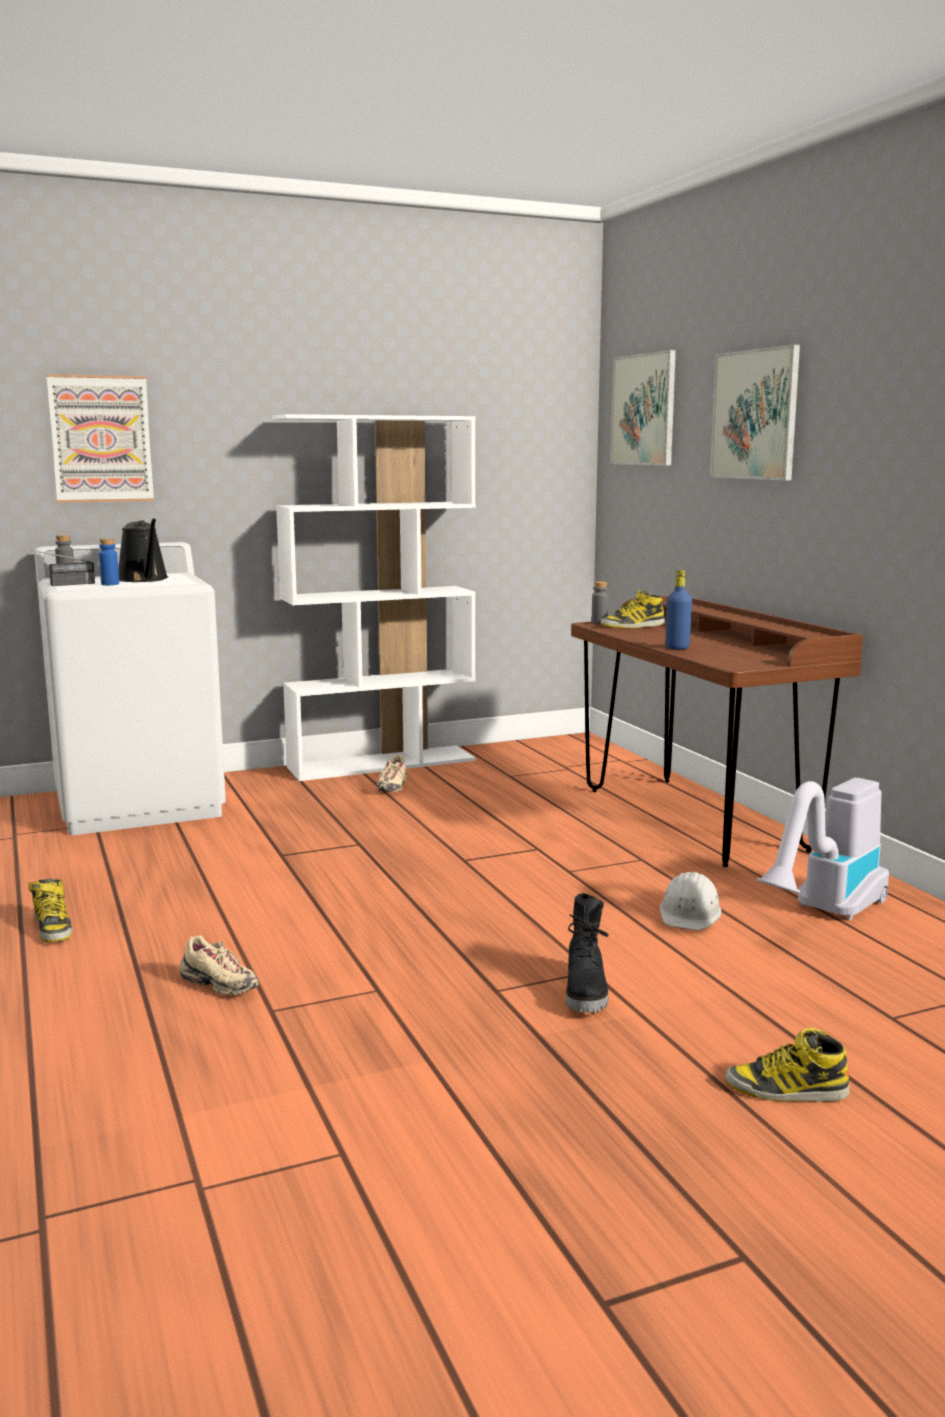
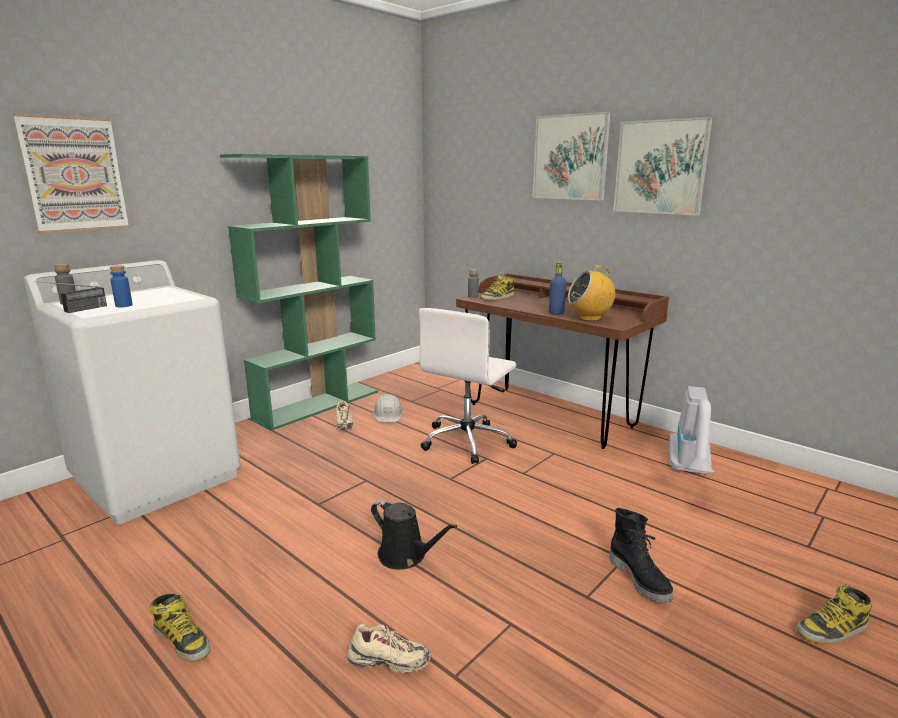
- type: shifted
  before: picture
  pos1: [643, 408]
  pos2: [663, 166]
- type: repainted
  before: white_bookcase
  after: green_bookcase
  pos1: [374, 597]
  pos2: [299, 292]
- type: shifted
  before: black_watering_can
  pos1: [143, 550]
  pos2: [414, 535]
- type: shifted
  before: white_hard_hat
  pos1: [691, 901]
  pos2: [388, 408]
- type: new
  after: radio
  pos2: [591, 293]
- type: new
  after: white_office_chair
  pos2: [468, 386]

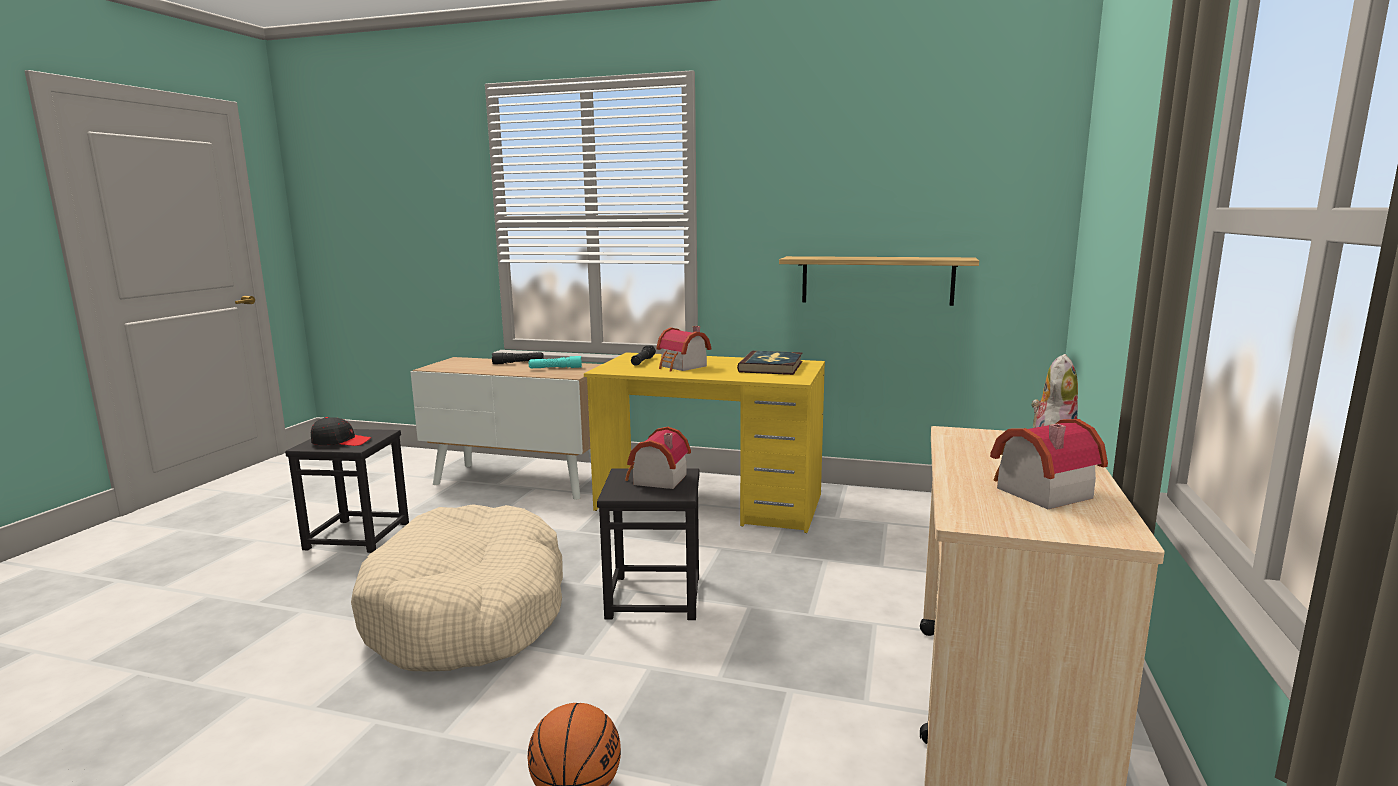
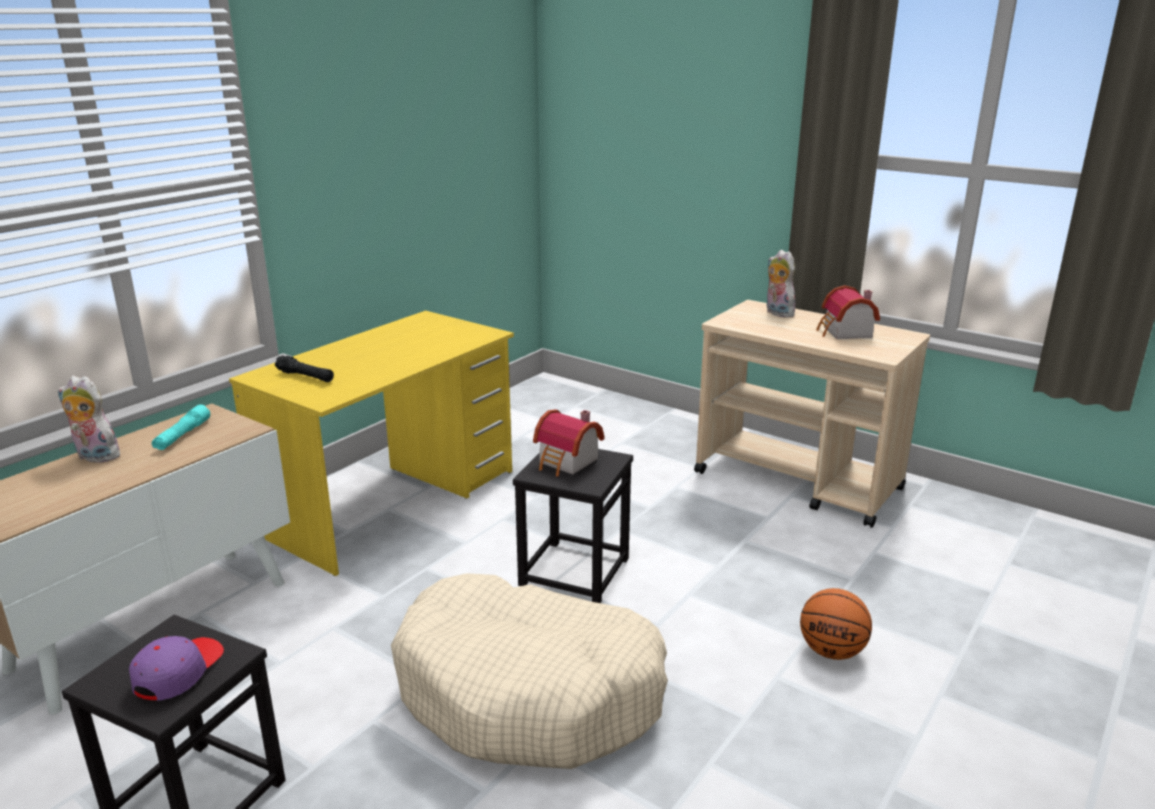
- type: gone
  before: shelf
  pos1: [879, 281]
- type: gone
  before: toy_house
  pos1: [683, 349]
- type: gone
  before: book
  pos1: [770, 363]
- type: swapped
  before: black_flashlight
  after: plush_toy
  pos1: [518, 358]
  pos2: [90, 419]
- type: repainted
  before: black_cap
  after: purple_cap
  pos1: [341, 431]
  pos2: [176, 668]

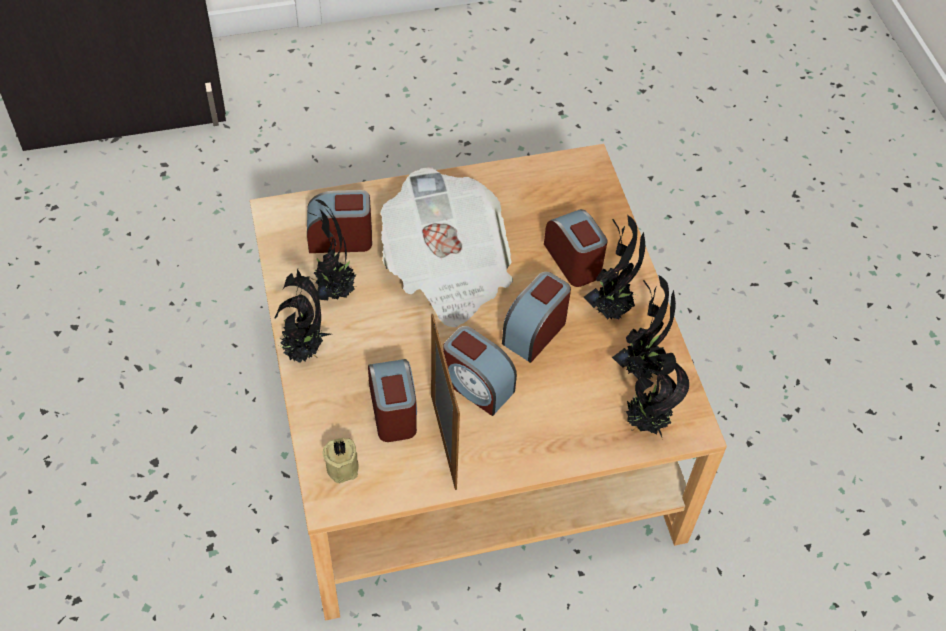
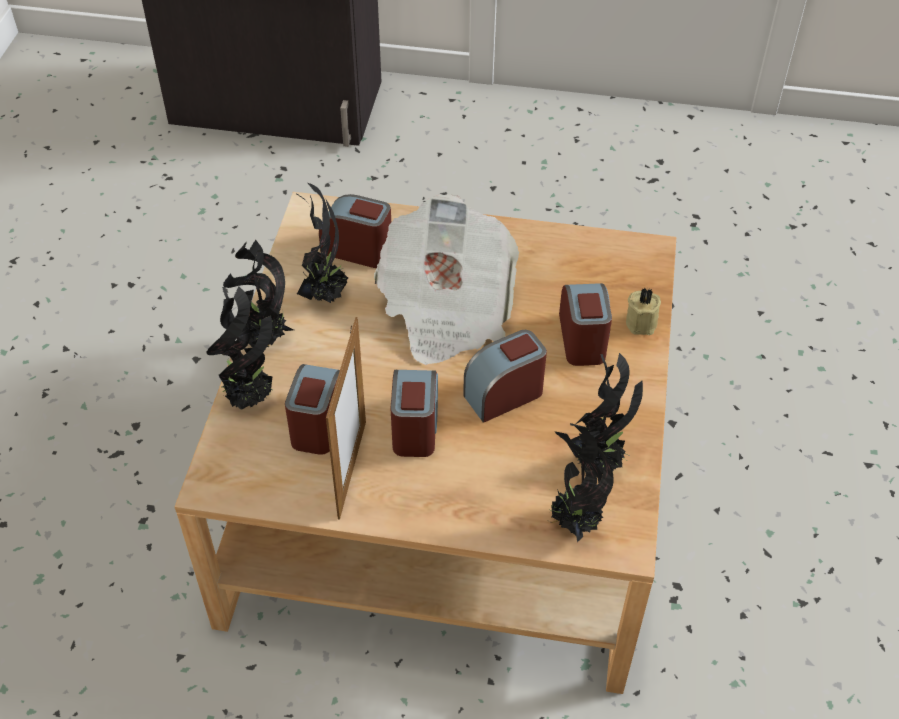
- type: shifted
  before: potted_plant
  pos1: [614, 267]
  pos2: [240, 348]
- type: rotated
  before: alarm_clock
  pos1: [480, 371]
  pos2: [414, 413]
  turn: -150
- type: shifted
  before: beige_candle
  pos1: [341, 460]
  pos2: [643, 311]

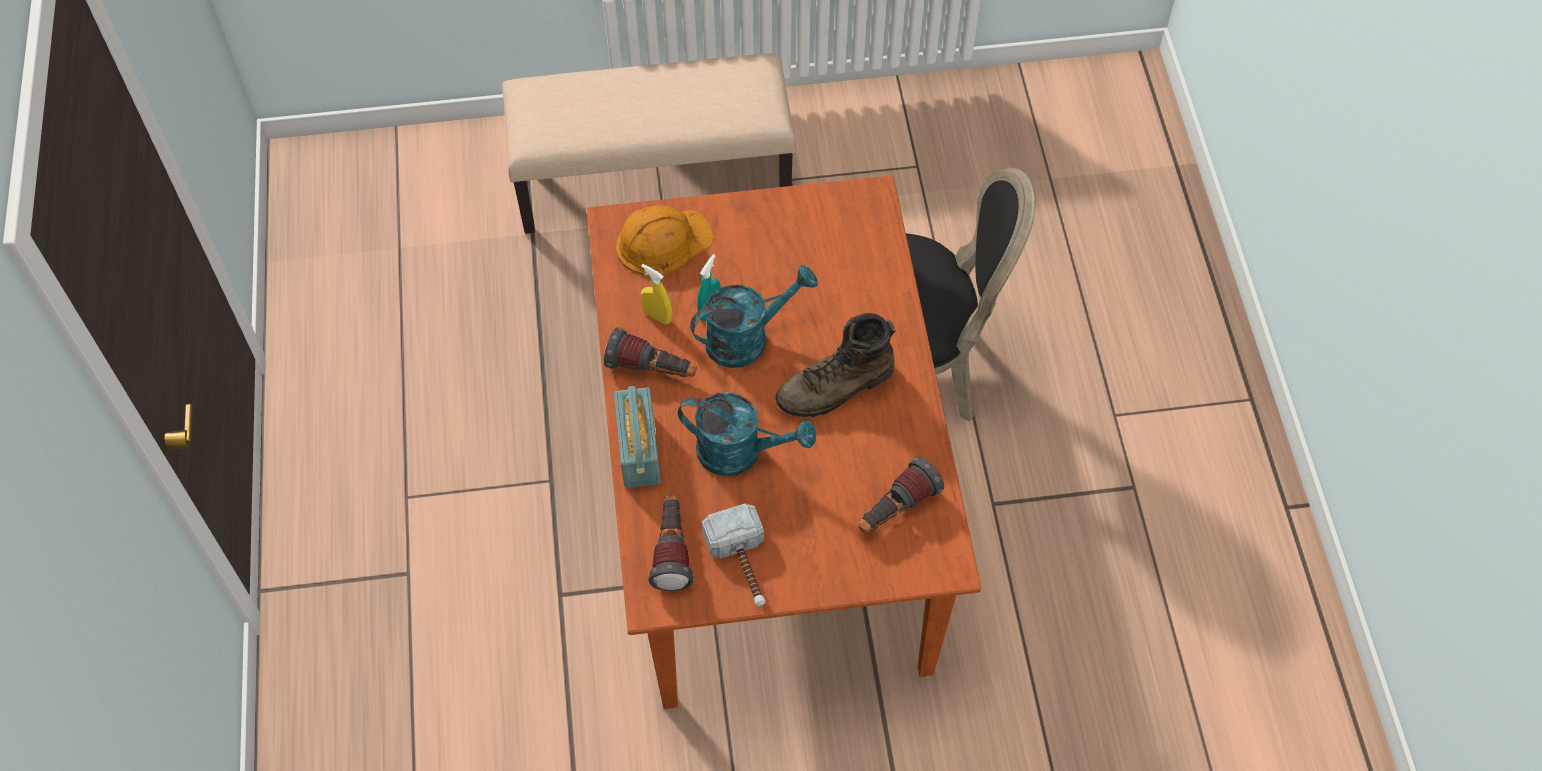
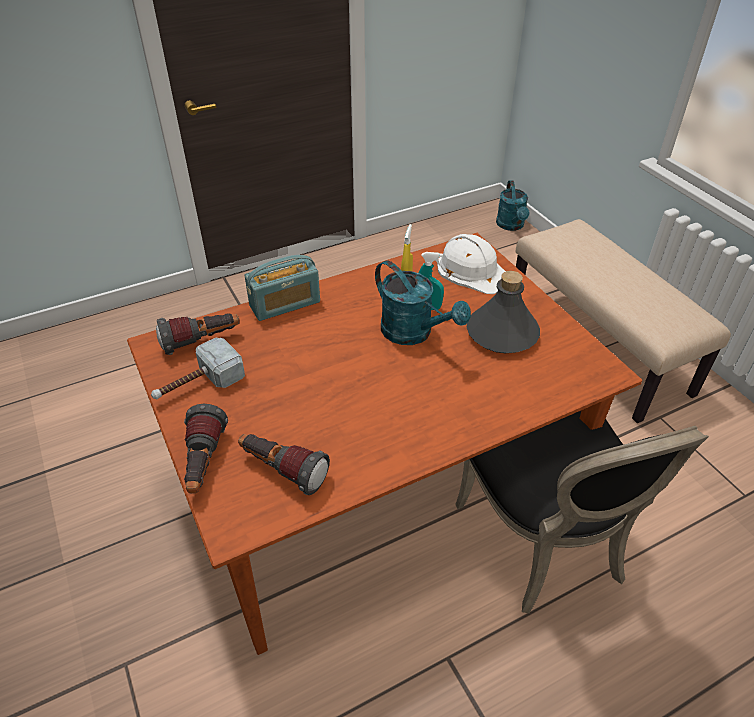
- type: repainted
  before: orange_hard_hat
  after: white_hard_hat
  pos1: [665, 241]
  pos2: [471, 264]
- type: gone
  before: brown_boot
  pos1: [835, 365]
- type: shifted
  before: flashlight
  pos1: [650, 352]
  pos2: [206, 448]
- type: shifted
  before: turquoise_watering_can
  pos1: [747, 434]
  pos2: [513, 205]
- type: new
  after: grey_bottle
  pos2: [503, 312]

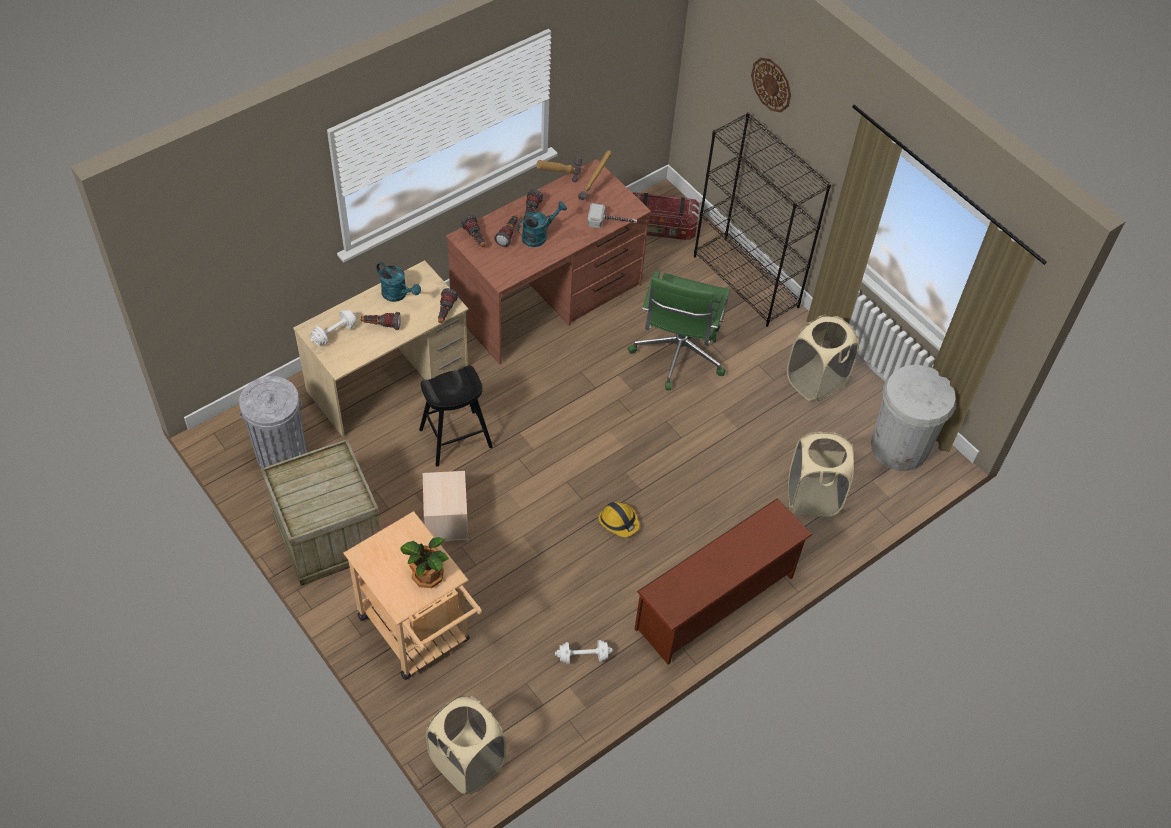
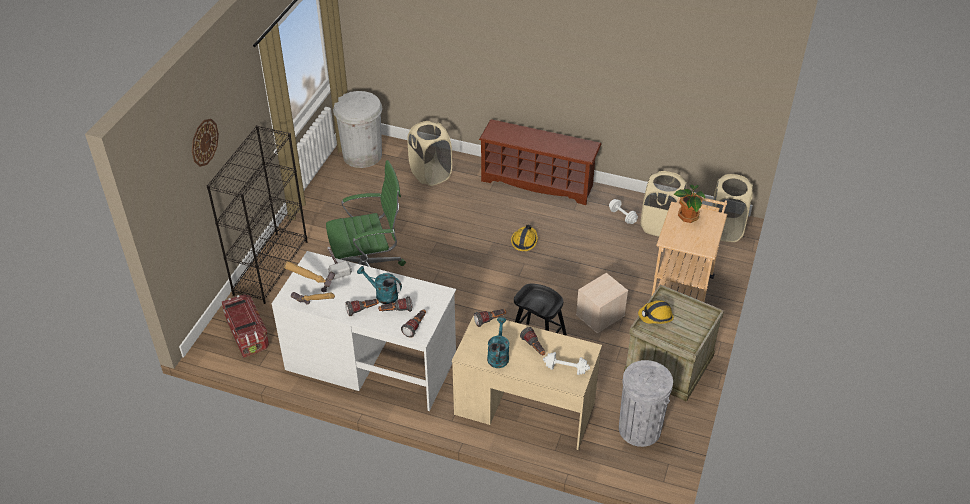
- type: repainted
  before: brown_desk
  after: white_desk
  pos1: [548, 262]
  pos2: [363, 331]
- type: shifted
  before: beige_laundry_basket
  pos1: [823, 358]
  pos2: [663, 204]
- type: new
  after: hard_hat
  pos2: [656, 312]

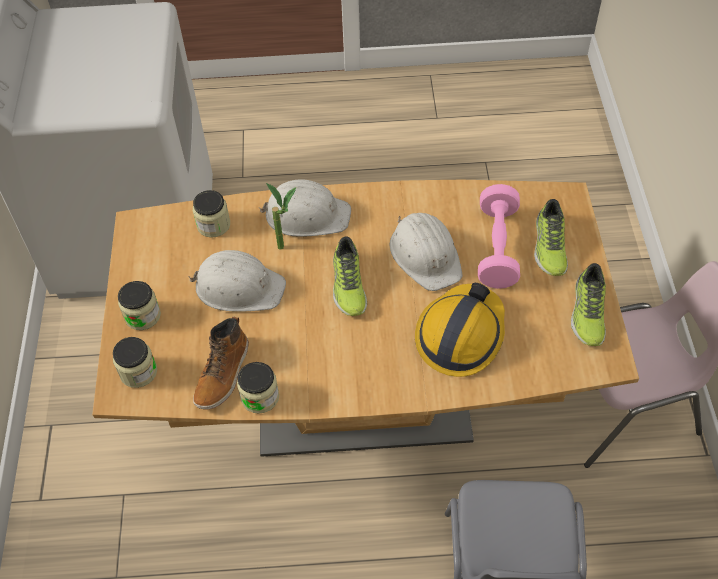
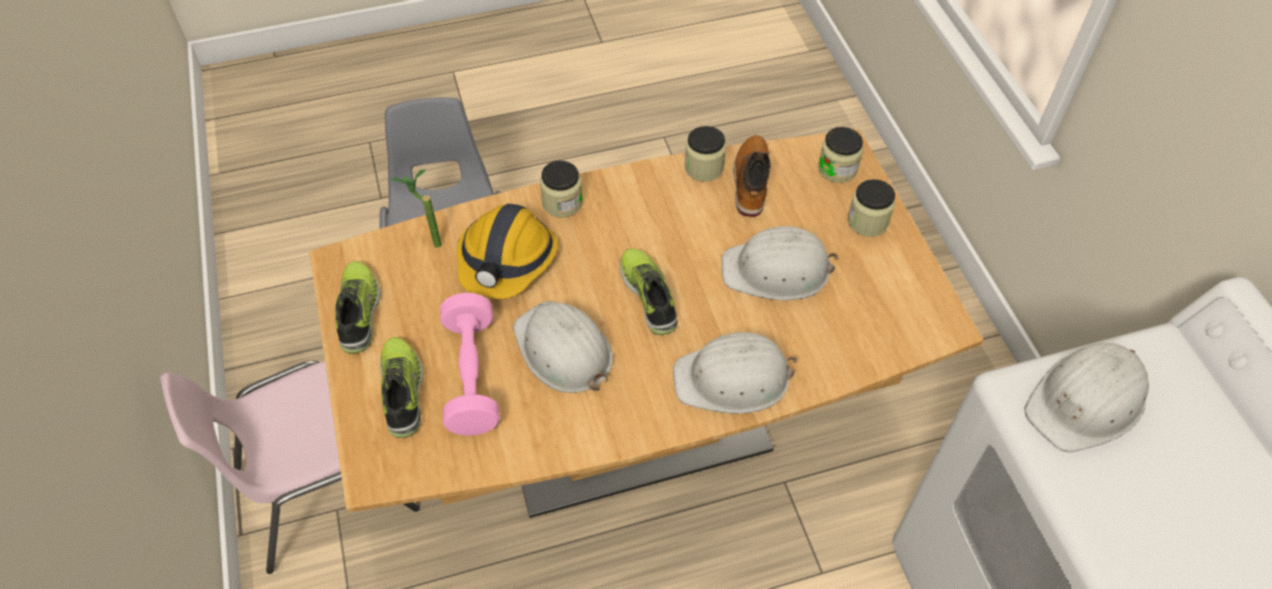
- type: shifted
  before: potted_plant
  pos1: [281, 216]
  pos2: [416, 209]
- type: shifted
  before: jar
  pos1: [211, 213]
  pos2: [561, 188]
- type: new
  after: white_hard_hat
  pos2: [1086, 397]

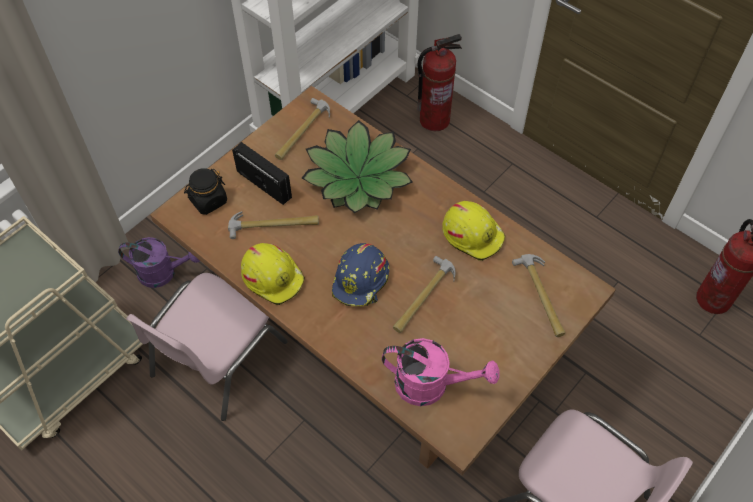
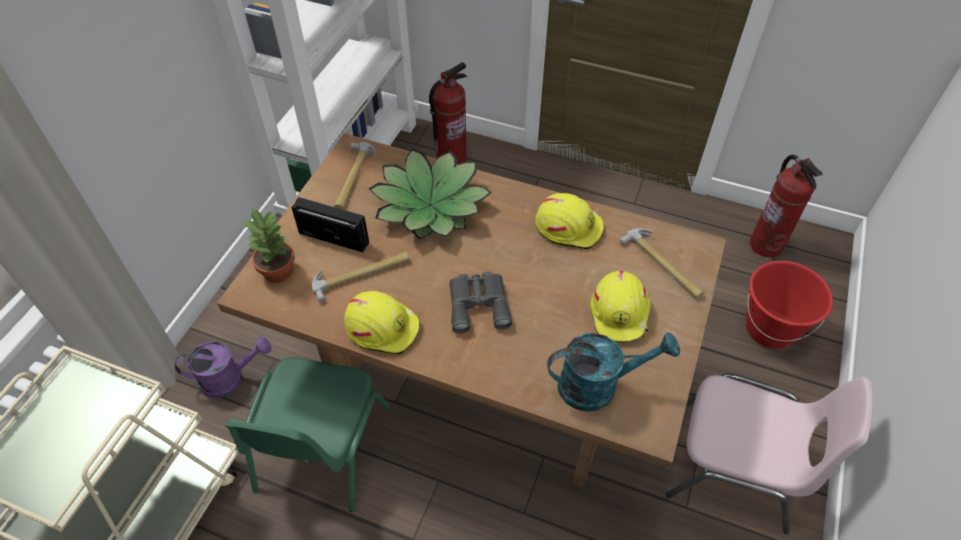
- type: swapped
  before: black_jar
  after: potted_plant
  pos1: [205, 191]
  pos2: [268, 245]
- type: swapped
  before: blue_hard_hat
  after: grey_binoculars
  pos1: [360, 274]
  pos2: [480, 302]
- type: gone
  before: hammer
  pos1: [424, 294]
- type: repainted
  before: pink_chair
  after: green_chair
  pos1: [207, 347]
  pos2: [307, 434]
- type: repainted
  before: pink_watering_can
  after: turquoise_watering_can
  pos1: [441, 372]
  pos2: [613, 372]
- type: new
  after: red_bucket
  pos2: [789, 305]
- type: new
  after: yellow_hard_hat
  pos2: [620, 307]

